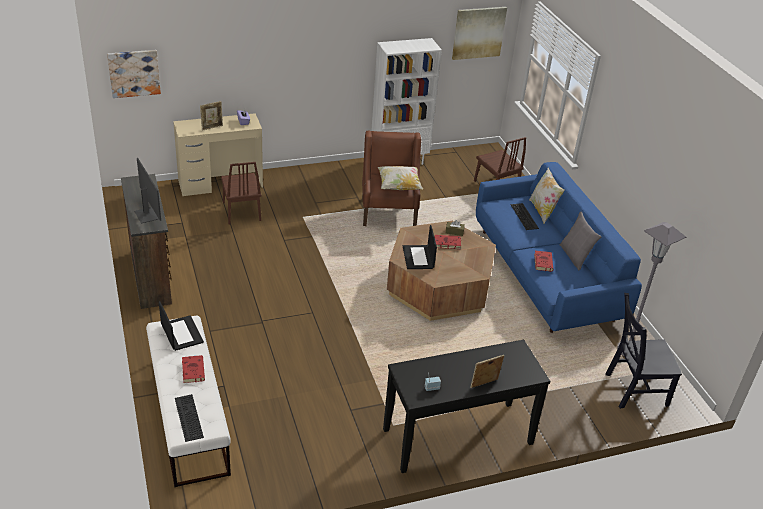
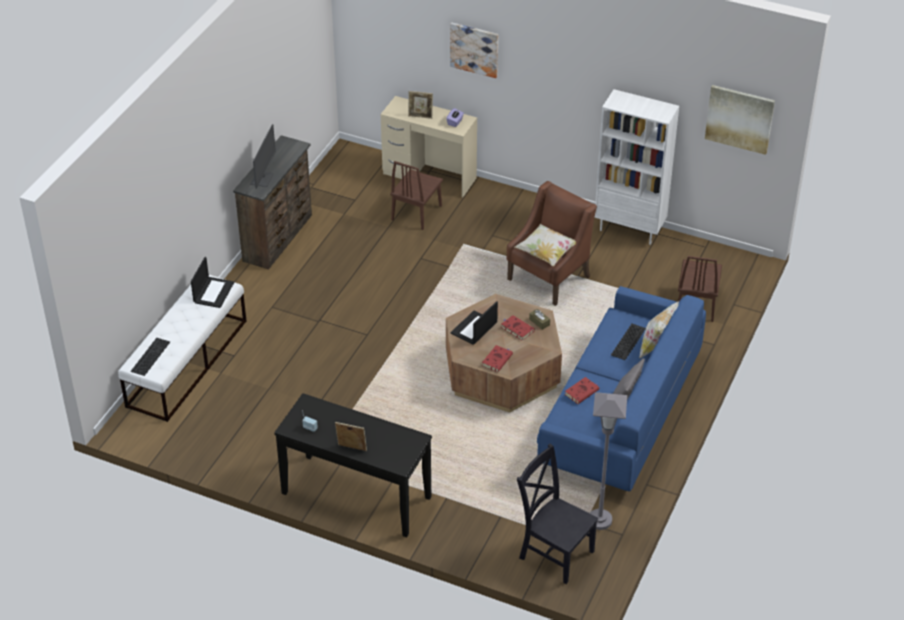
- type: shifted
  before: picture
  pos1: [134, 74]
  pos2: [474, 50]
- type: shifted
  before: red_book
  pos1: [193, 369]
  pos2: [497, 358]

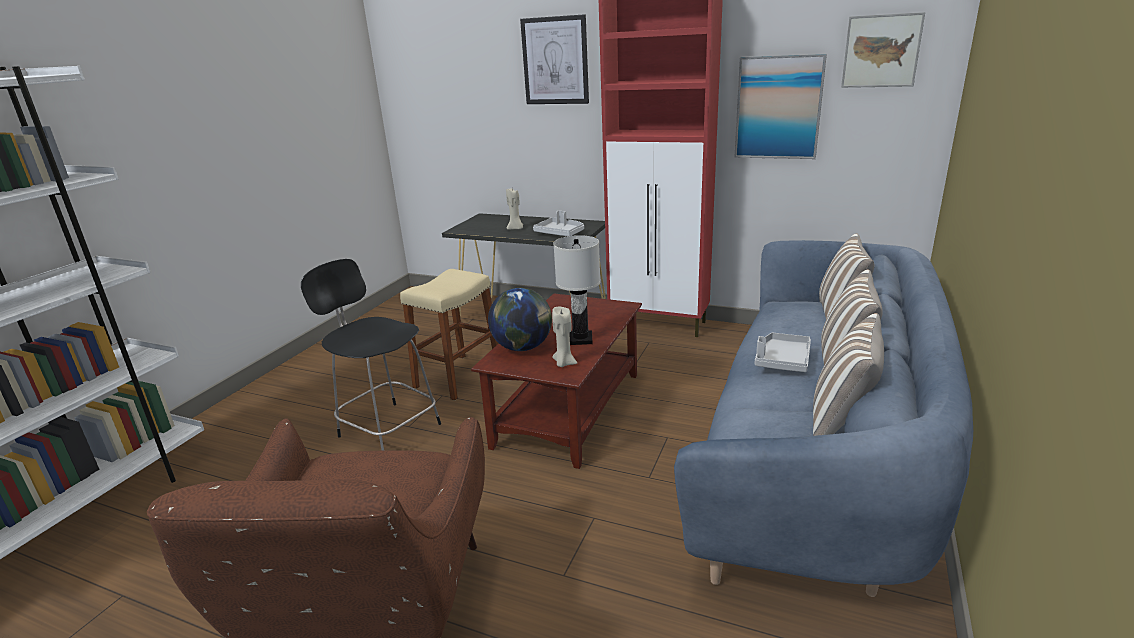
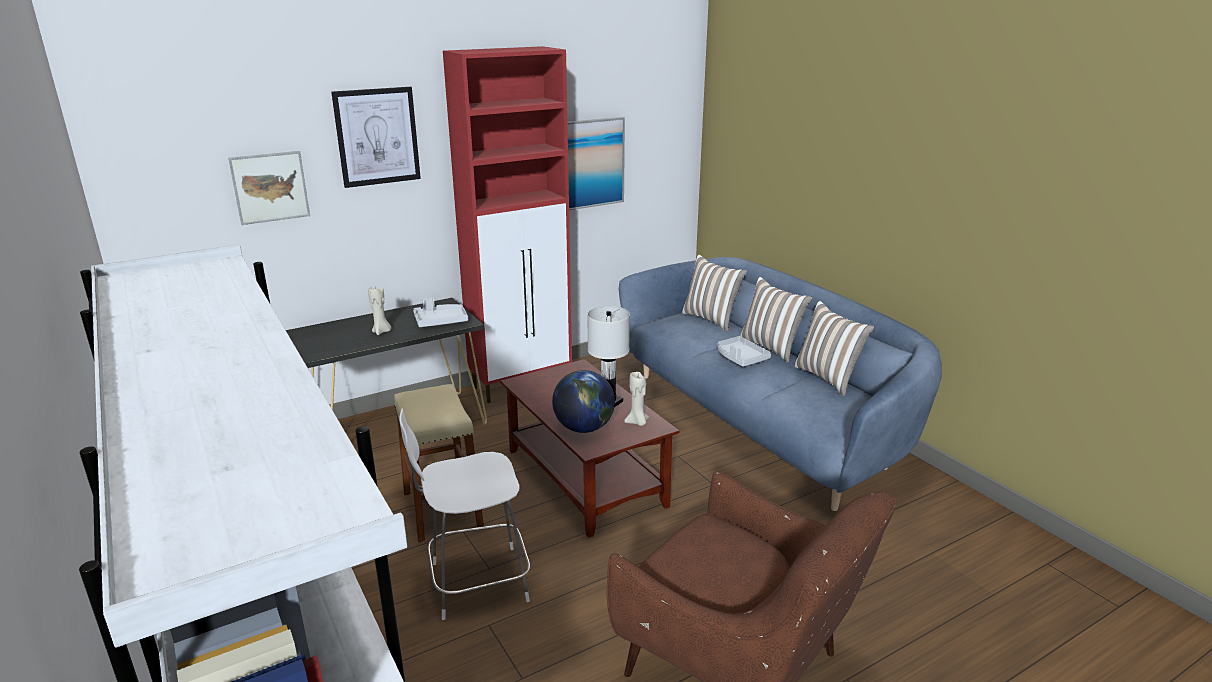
- type: shifted
  before: picture
  pos1: [883, 50]
  pos2: [269, 188]
- type: repainted
  before: black_stool
  after: white_stool
  pos1: [371, 355]
  pos2: [464, 514]

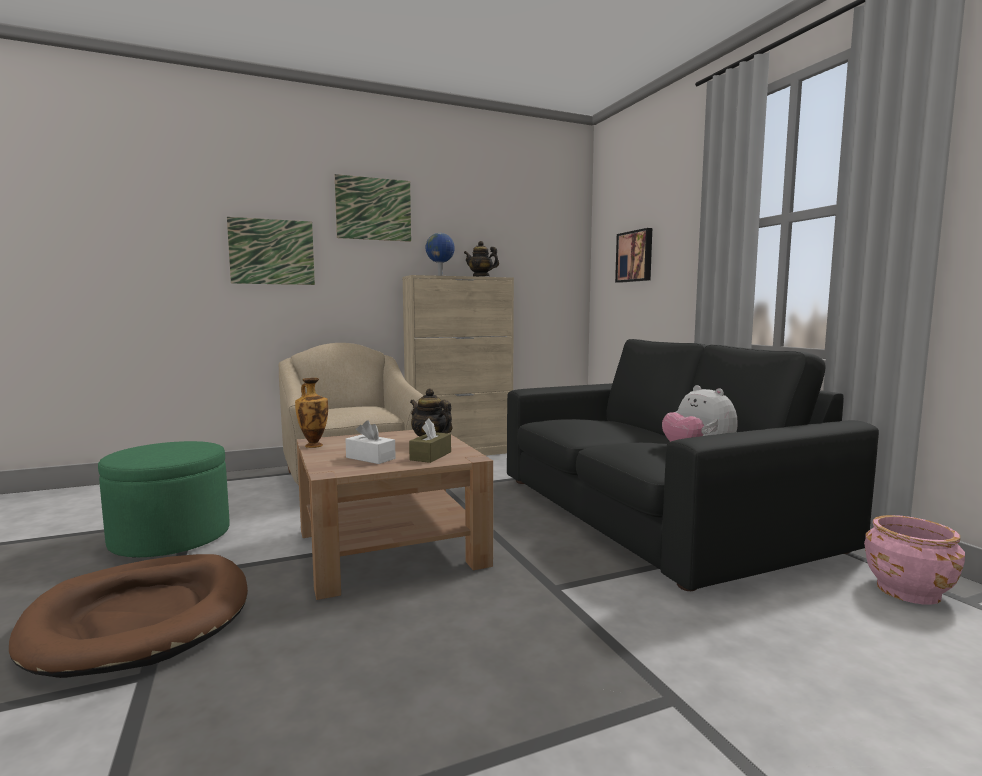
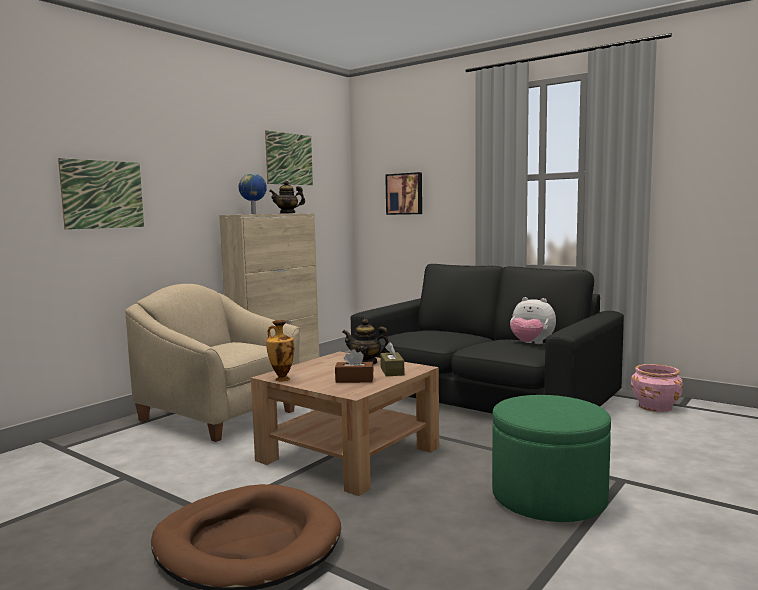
- type: shifted
  before: picture
  pos1: [373, 208]
  pos2: [289, 158]
- type: repainted
  before: white_tissue_box
  after: brown_tissue_box
  pos1: [370, 442]
  pos2: [354, 366]
- type: shifted
  before: green_ottoman
  pos1: [164, 499]
  pos2: [551, 458]

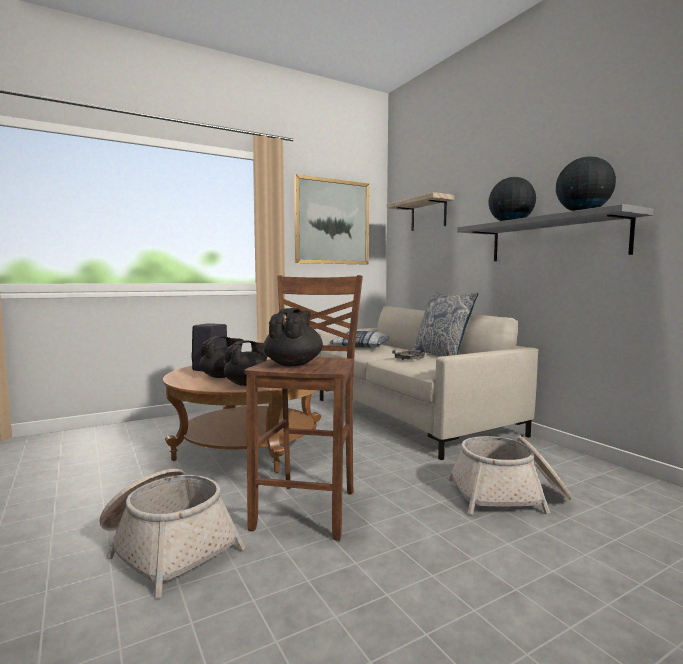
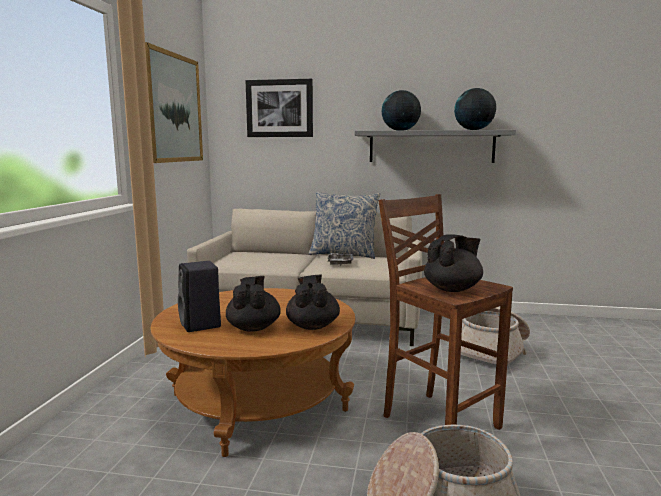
- type: swapped
  before: shelf
  after: picture
  pos1: [420, 211]
  pos2: [279, 108]
- type: rotated
  before: black_teapot
  pos1: [293, 337]
  pos2: [453, 263]
  turn: 90
- type: gone
  before: pillow
  pos1: [359, 339]

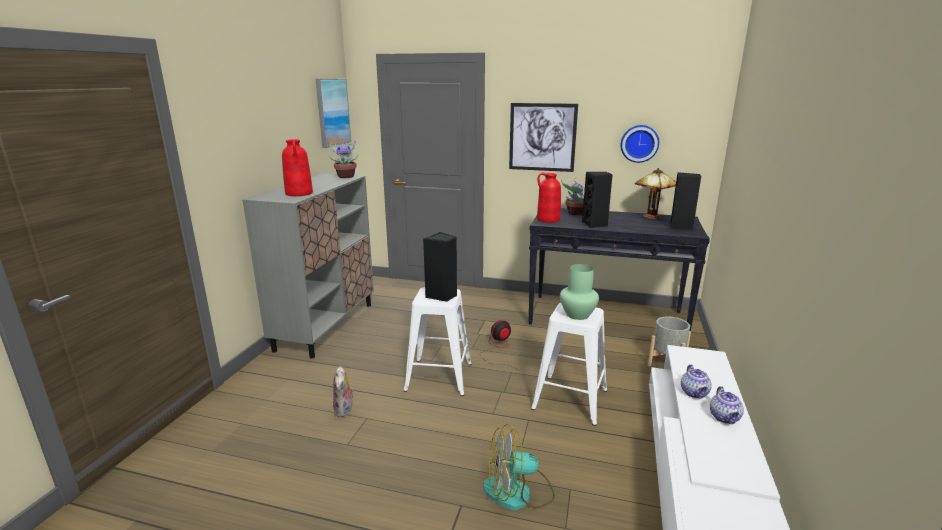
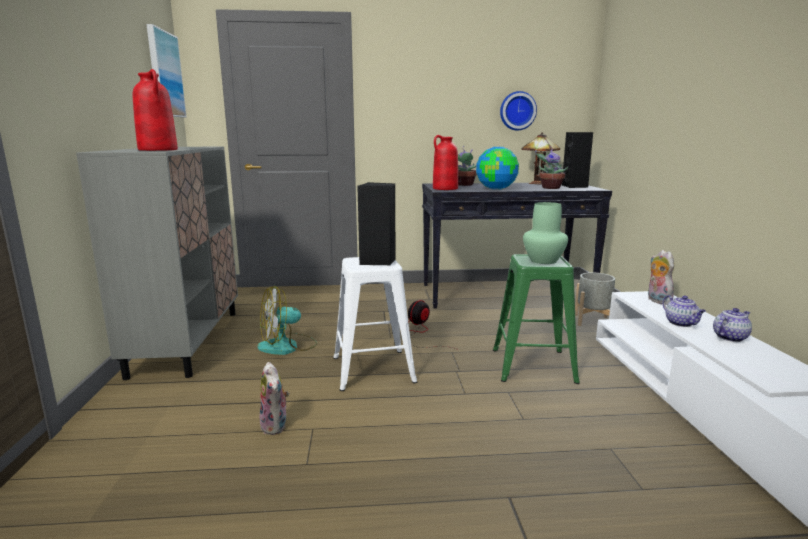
- type: gone
  before: picture
  pos1: [543, 137]
- type: shifted
  before: potted_plant
  pos1: [343, 158]
  pos2: [551, 167]
- type: swapped
  before: black_speaker
  after: globe
  pos1: [597, 200]
  pos2: [497, 168]
- type: repainted
  before: white_stool
  after: green_stool
  pos1: [569, 364]
  pos2: [536, 319]
- type: rotated
  before: teapot
  pos1: [727, 405]
  pos2: [732, 325]
  turn: -105
- type: shifted
  before: fan
  pos1: [519, 467]
  pos2: [287, 320]
- type: new
  after: plush_toy
  pos2: [661, 277]

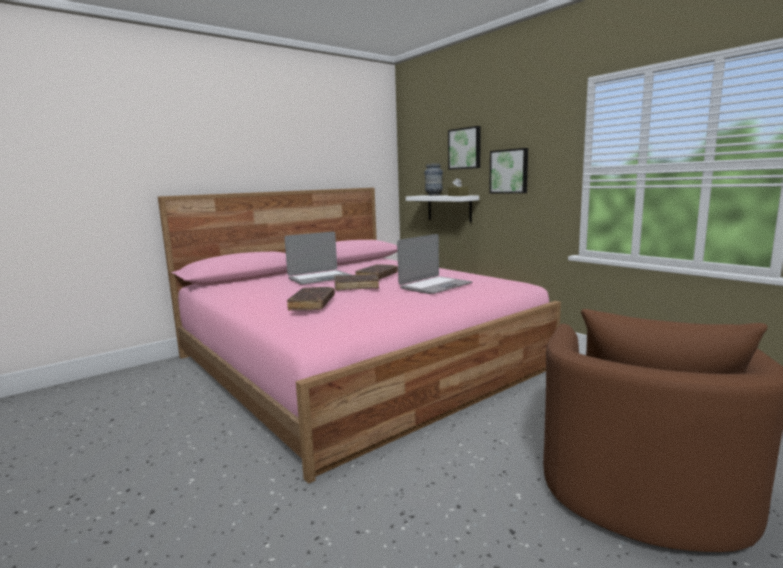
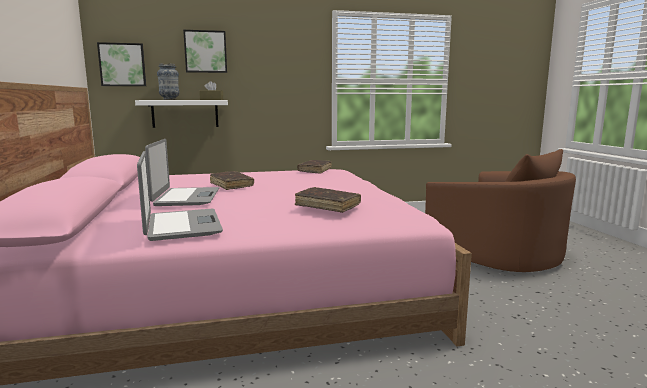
- type: shifted
  before: picture
  pos1: [508, 170]
  pos2: [121, 64]
- type: shifted
  before: laptop
  pos1: [434, 264]
  pos2: [180, 196]
- type: shifted
  before: brown_book
  pos1: [356, 282]
  pos2: [314, 167]

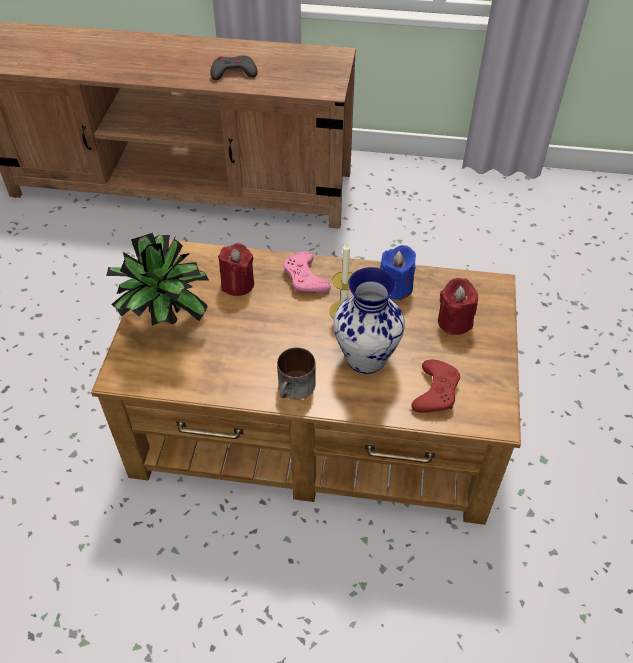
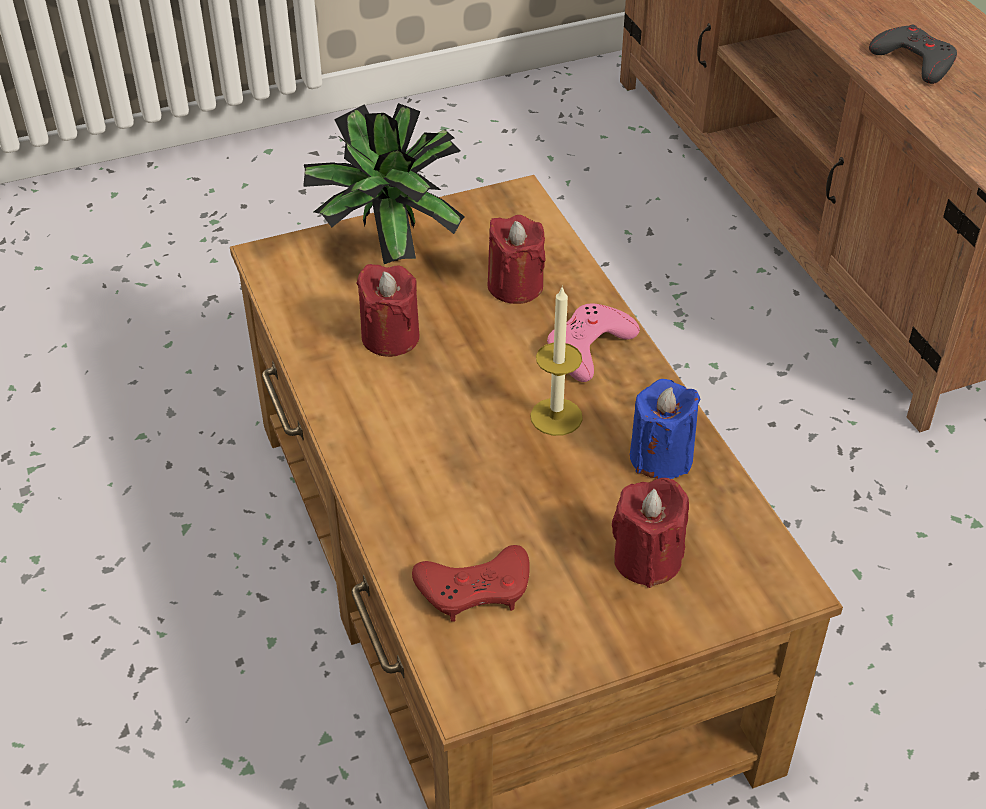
- type: gone
  before: vase
  pos1: [369, 320]
- type: gone
  before: mug
  pos1: [296, 373]
- type: new
  after: red_candle
  pos2: [388, 310]

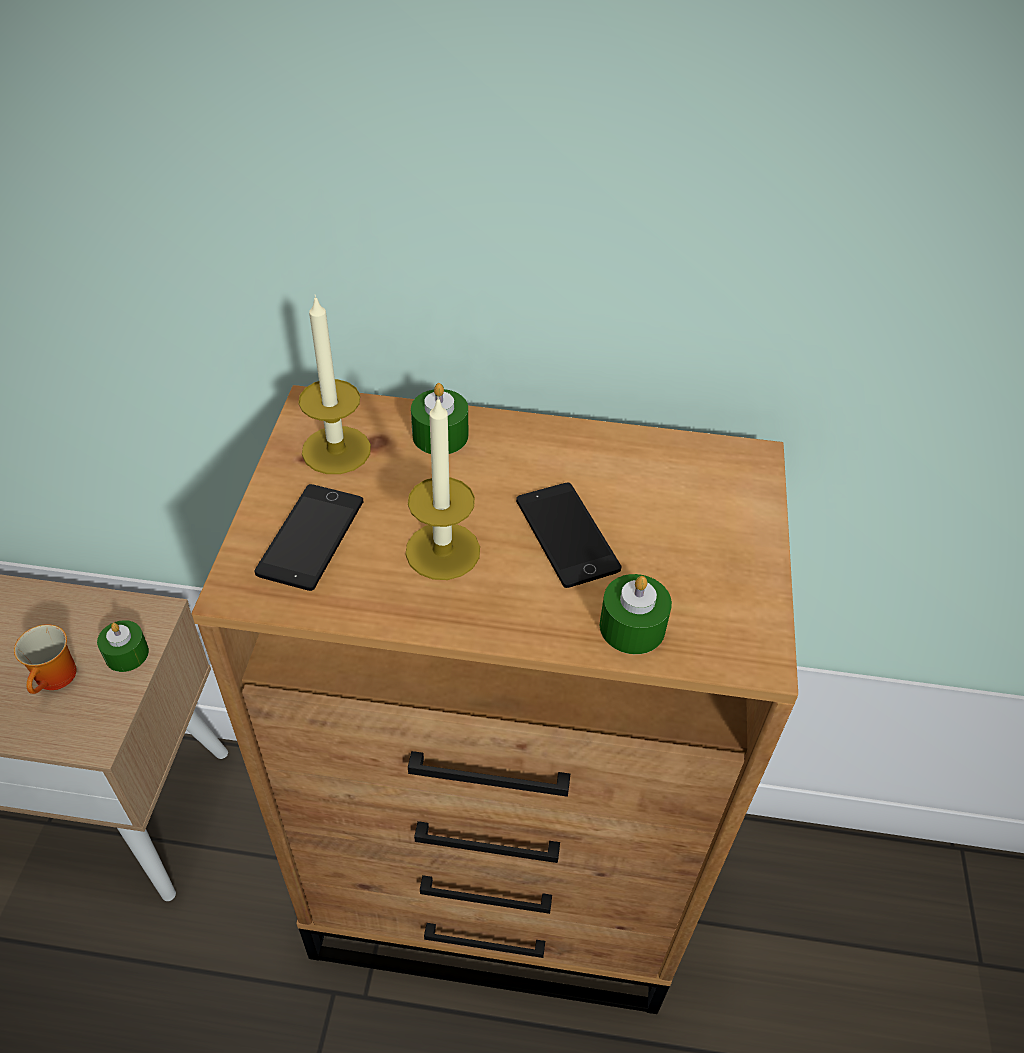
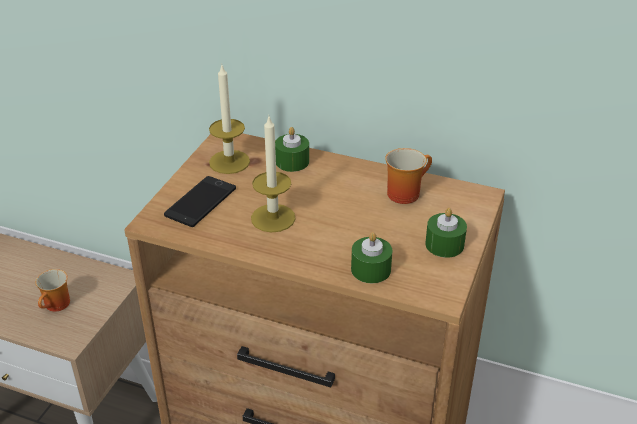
- type: gone
  before: phone
  pos1: [568, 535]
- type: shifted
  before: green_candle
  pos1: [123, 646]
  pos2: [446, 233]
- type: new
  after: mug
  pos2: [408, 176]

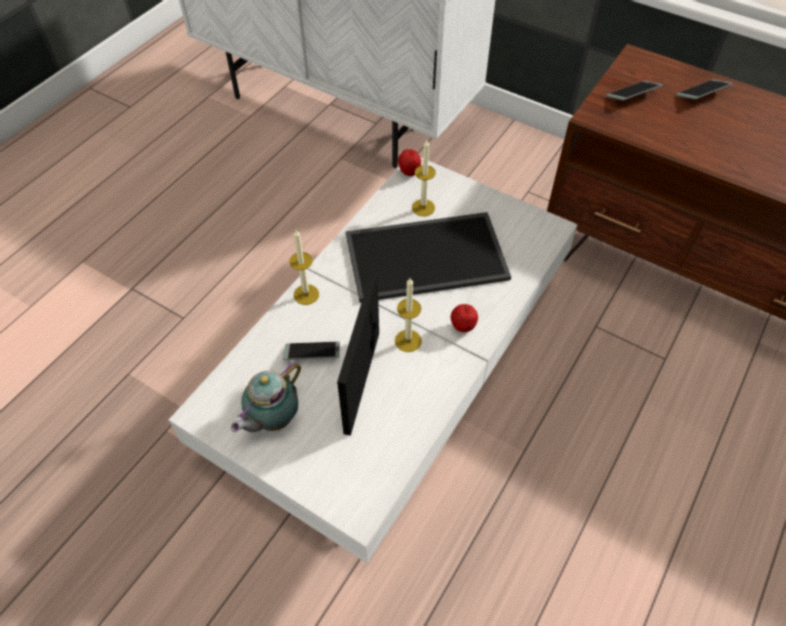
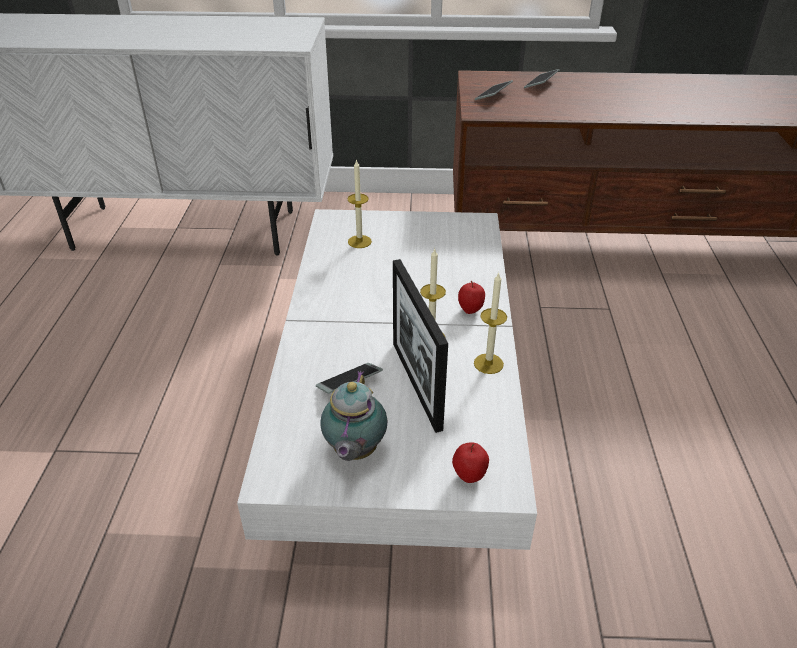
- type: shifted
  before: apple
  pos1: [409, 162]
  pos2: [470, 462]
- type: gone
  before: tray
  pos1: [428, 257]
- type: shifted
  before: candle
  pos1: [304, 267]
  pos2: [490, 323]

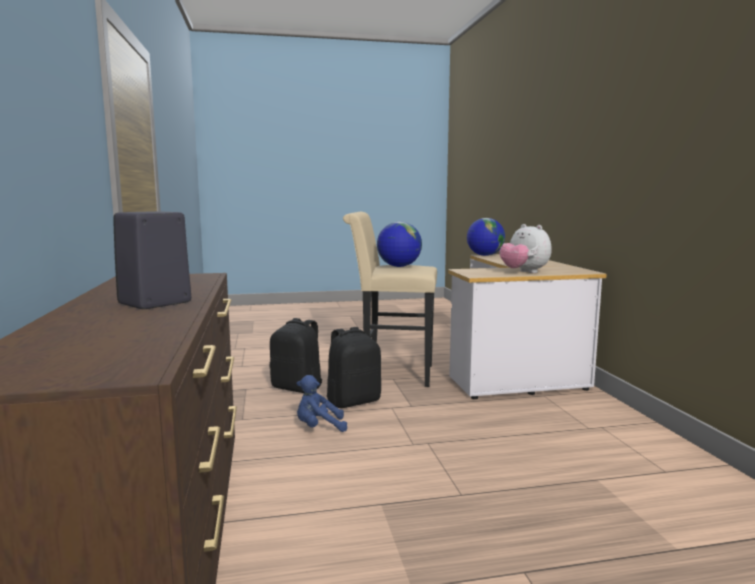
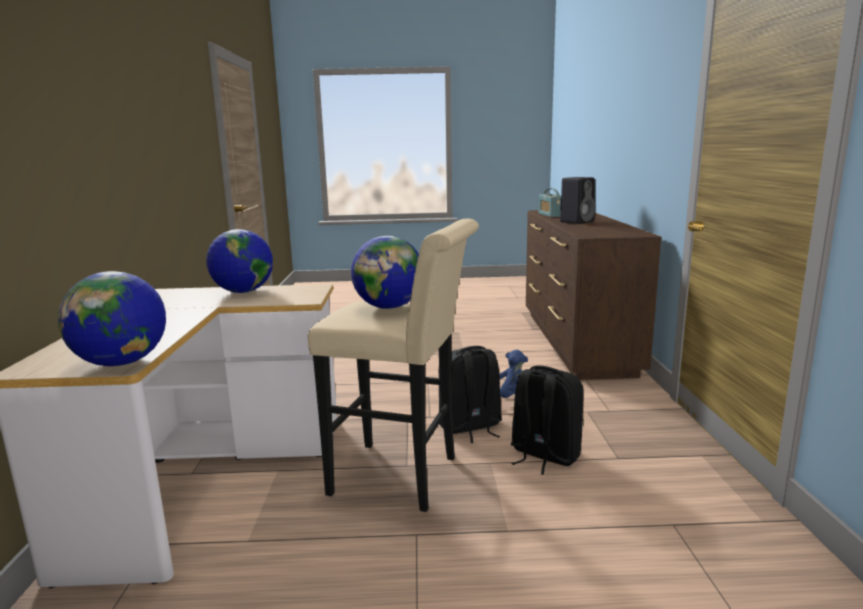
- type: swapped
  before: plush_toy
  after: globe
  pos1: [525, 248]
  pos2: [239, 261]
- type: new
  after: radio
  pos2: [550, 202]

